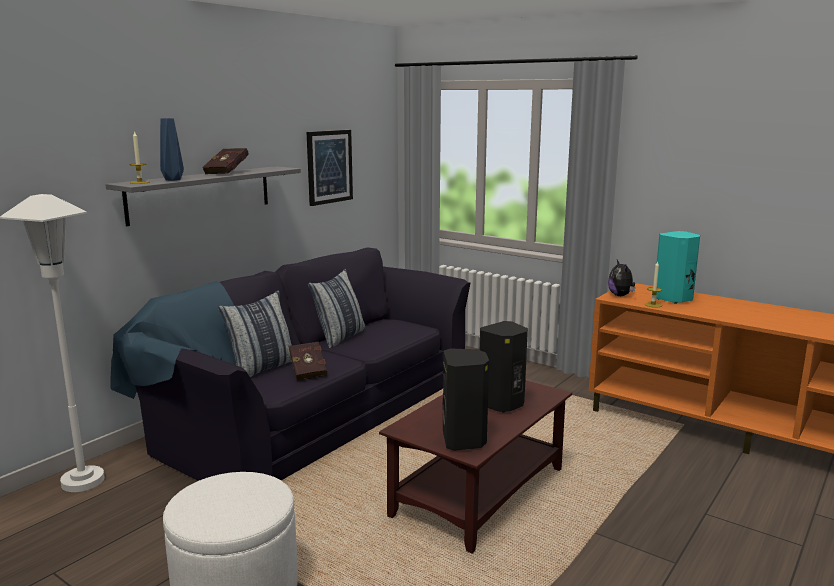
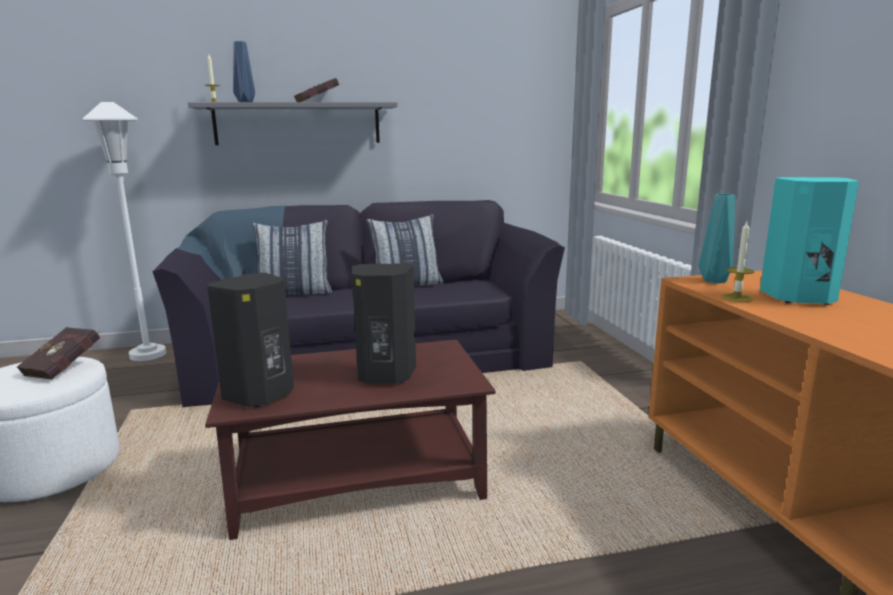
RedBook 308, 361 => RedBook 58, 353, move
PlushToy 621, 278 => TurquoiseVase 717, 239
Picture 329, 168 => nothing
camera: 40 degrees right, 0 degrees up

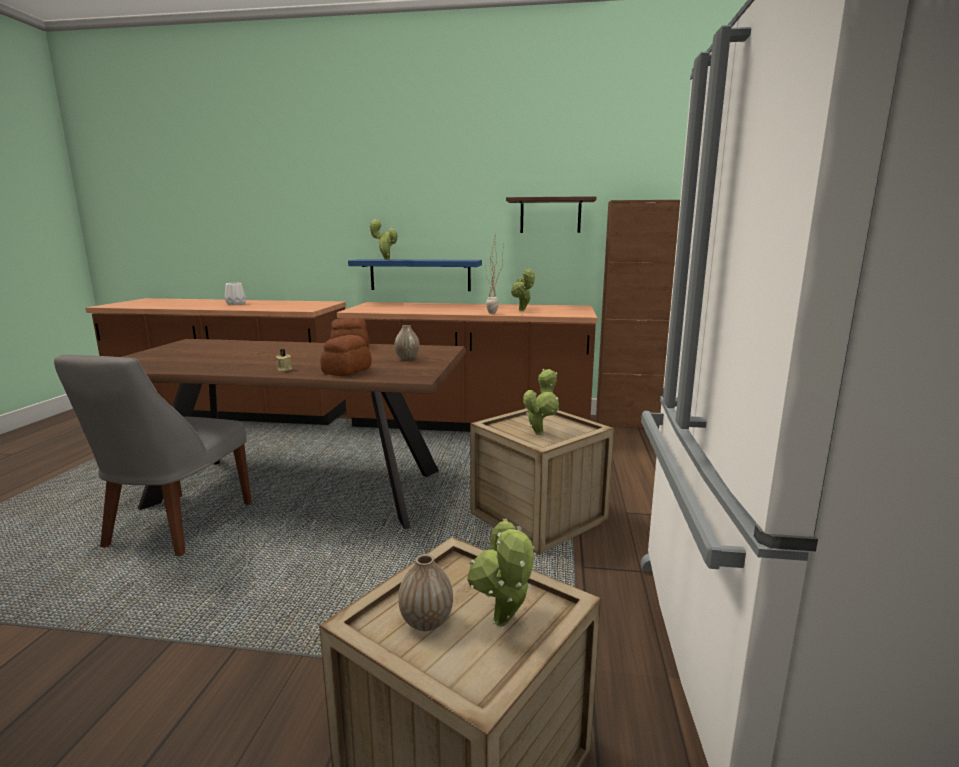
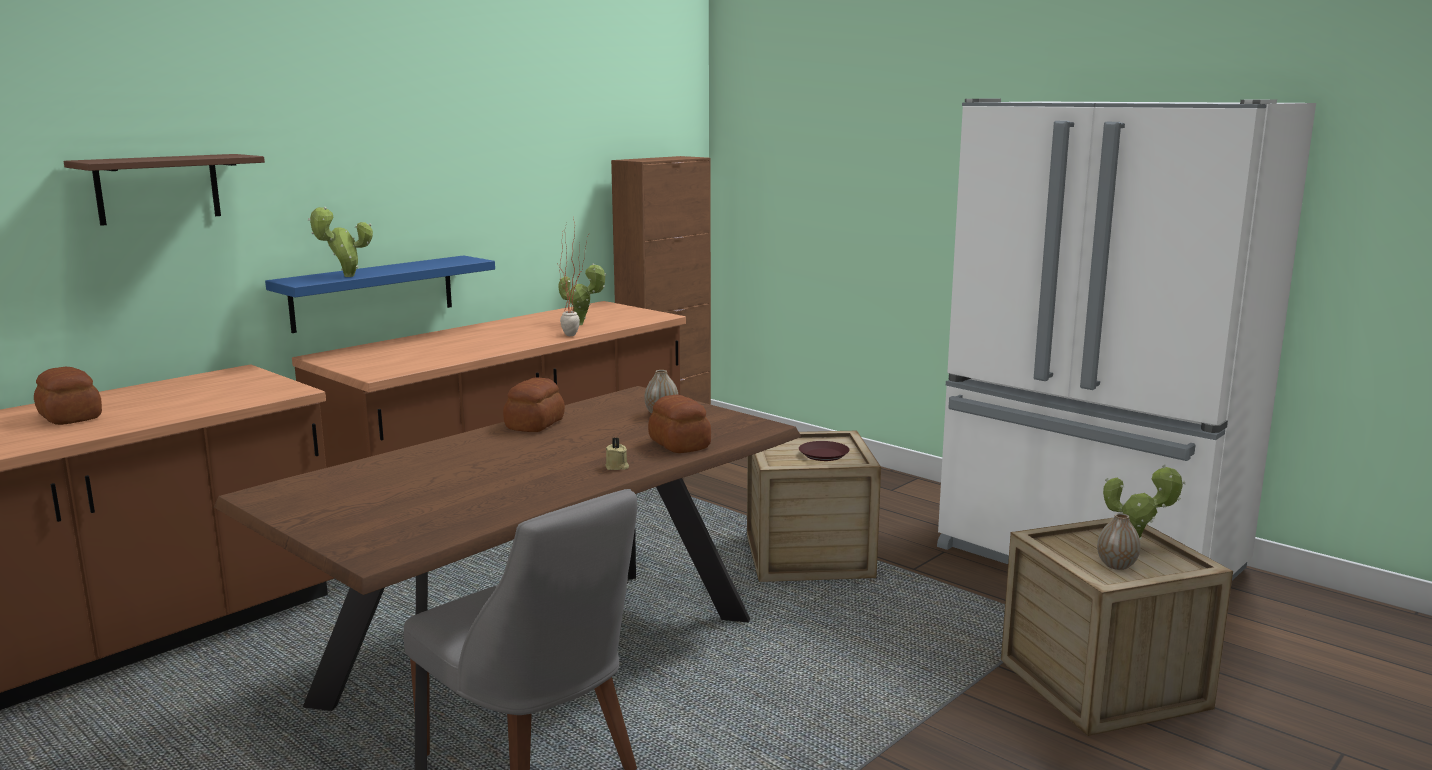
WhiteVase 235, 294 => Bread 68, 396
BrownShelf 551, 214 => BrownShelf 164, 190, move
PottedPlant 541, 402 => BrownPlate 824, 451
camera: 55 degrees left, 0 degrees up

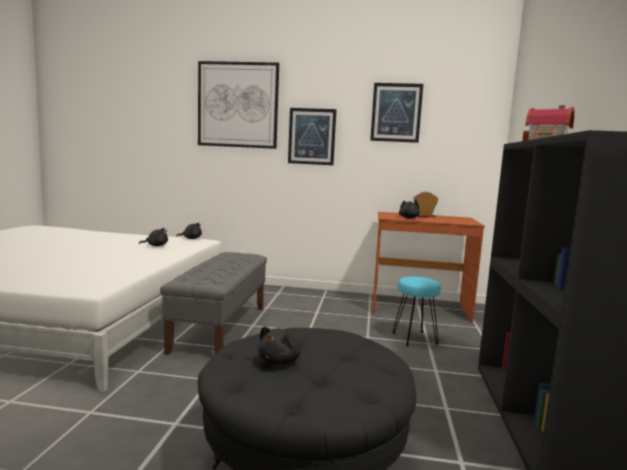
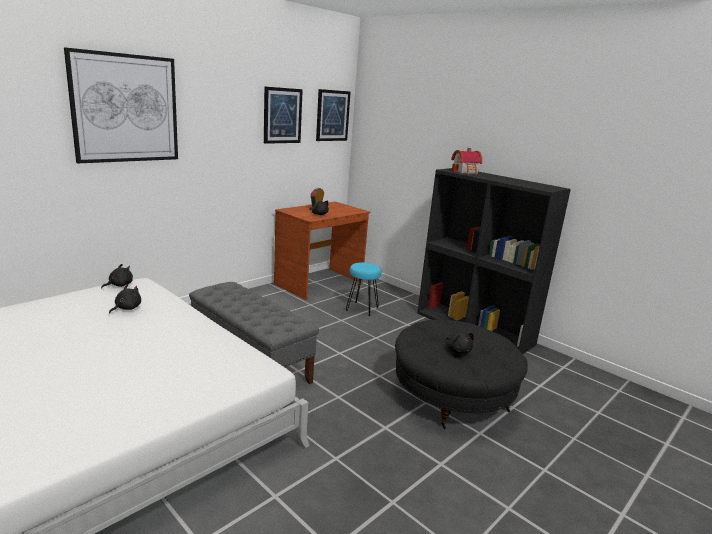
Picture 312, 136 => Picture 333, 115, move
camera: 55 degrees left, 10 degrees up

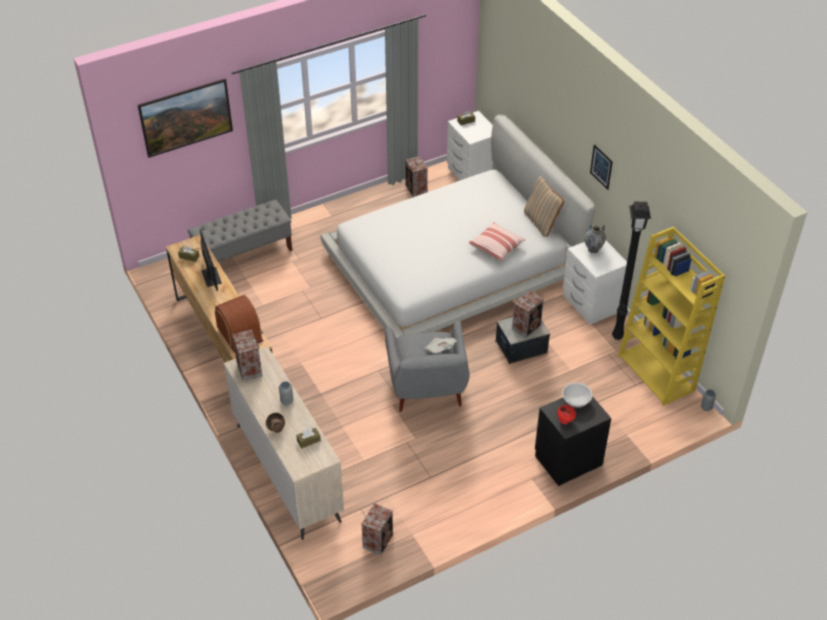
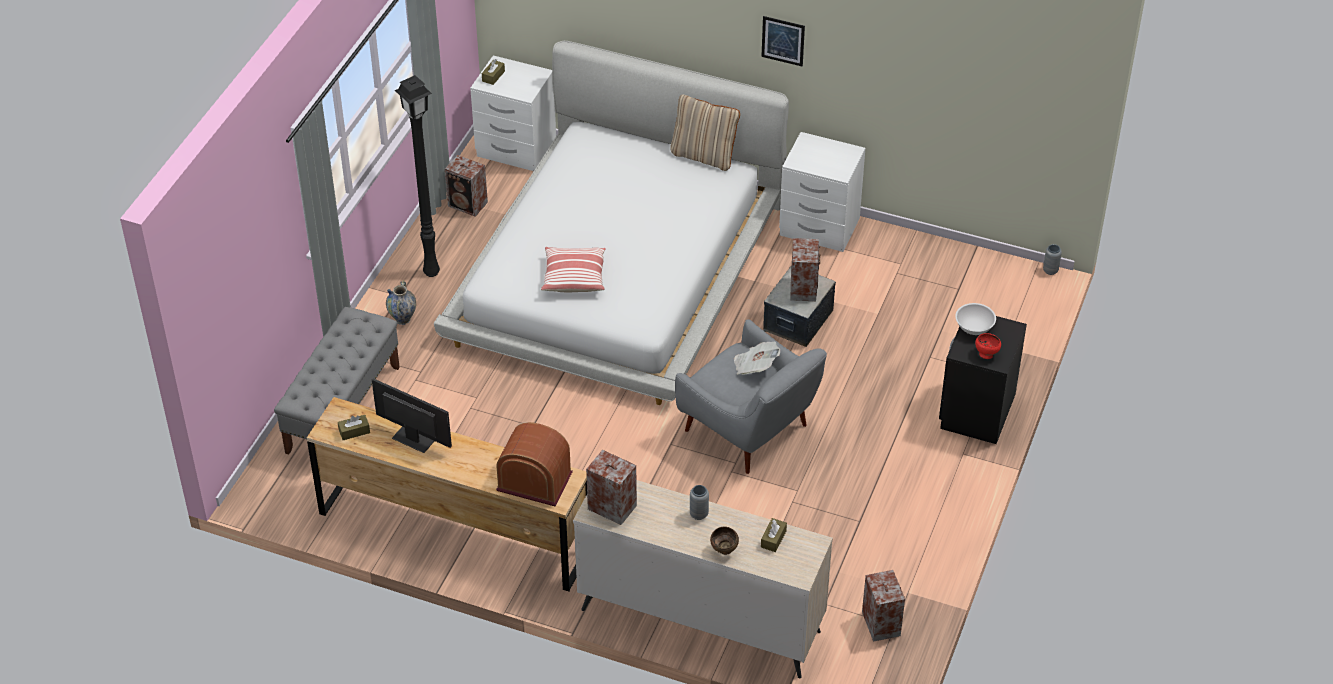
Vase 595, 238 => Vase 401, 302, move
BlackFloorLamp 631, 271 => BlackFloorLamp 417, 176, move
Pillow 497, 241 => Pillow 573, 269, move
Picture 185, 118 => nothing
YellowBookcase 671, 316 => nothing
camera: 40 degrees left, 0 degrees up

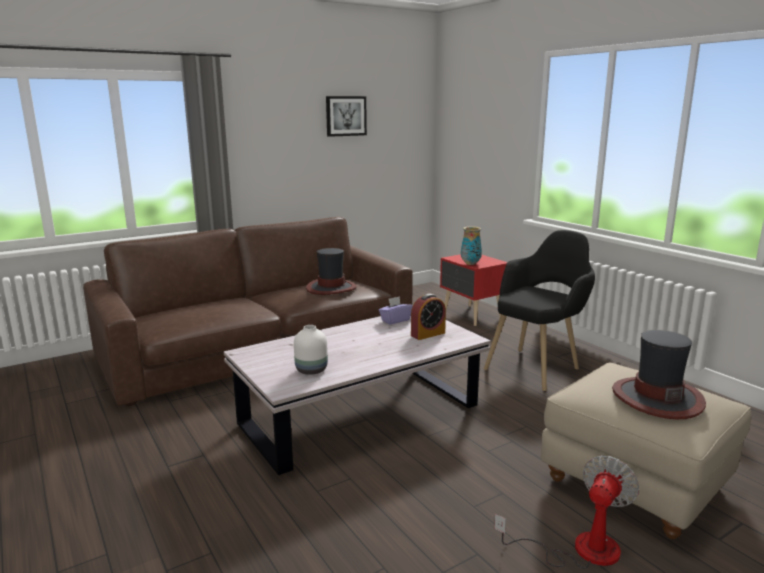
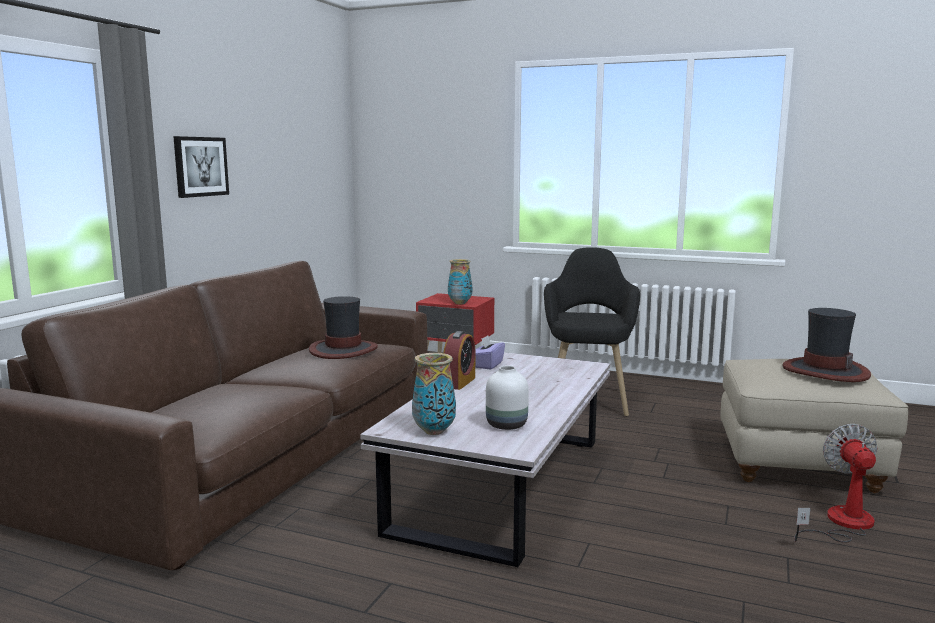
Picture 346, 116 => Picture 201, 167, move
nothing => Vase 434, 394
AlarmClock 428, 317 => AlarmClock 459, 360, move
camera: 35 degrees left, 5 degrees down

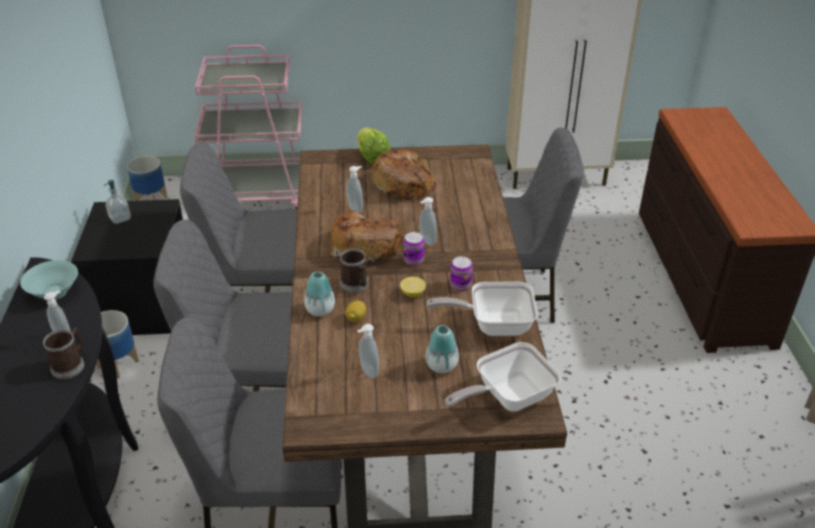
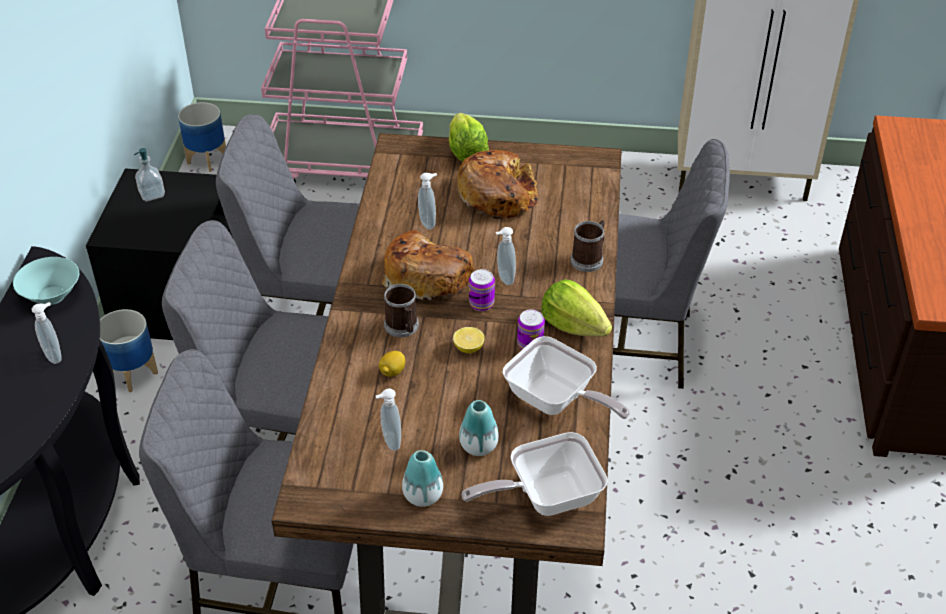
Vase 319, 294 => Vase 422, 478, move
FryingPan 482, 309 => FryingPan 566, 377, 150 degrees counterclockwise
nothing => Lettuce 576, 308
Mug 63, 353 => Mug 588, 246, move
camera: 10 degrees right, 5 degrees up

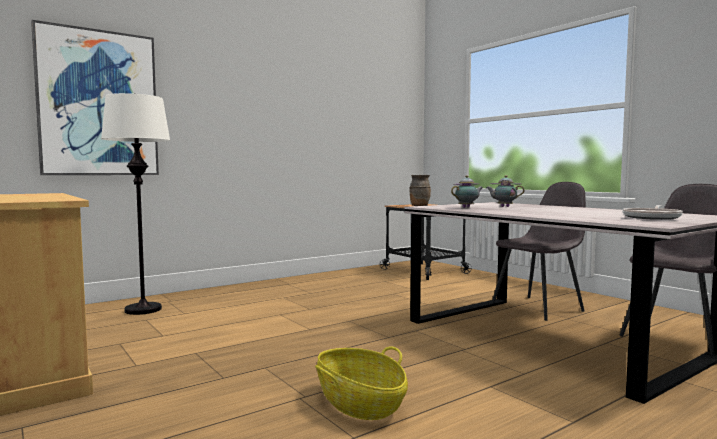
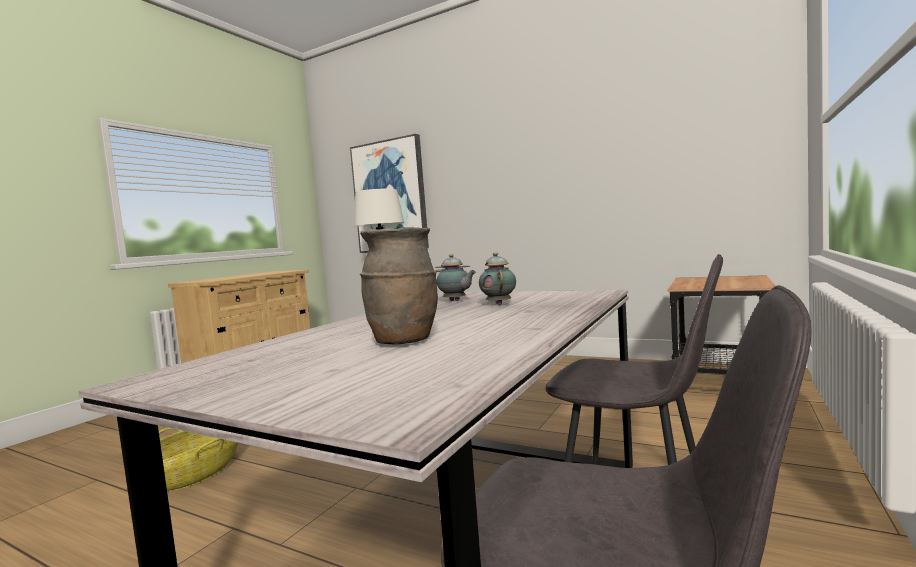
BrownVase 420, 190 => BrownVase 399, 285, move
FryingPan 652, 212 => nothing
camera: 65 degrees right, 0 degrees up

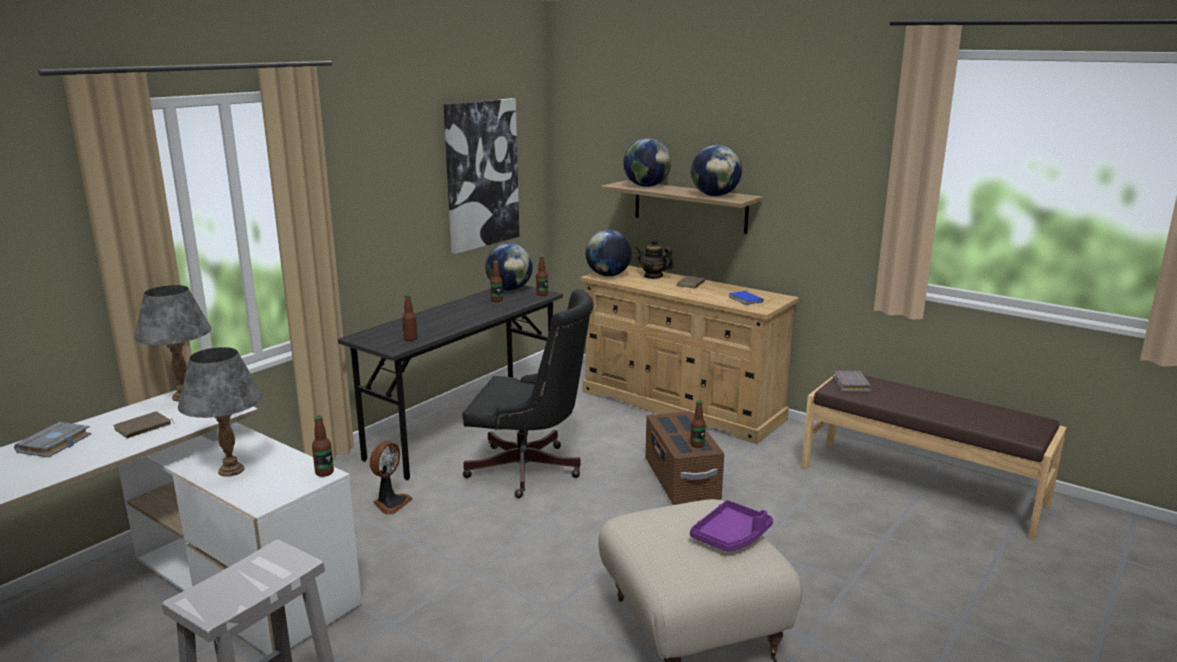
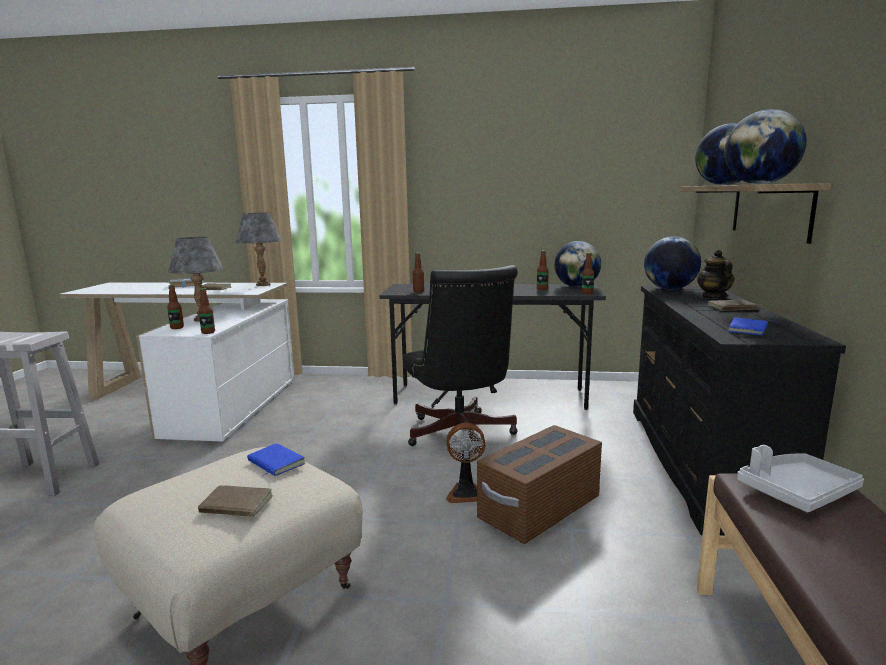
Bottle 698, 424 => Bottle 175, 307, move
PurpleTray 731, 526 => BrownBook 235, 502
nothing => BlueBook 276, 459
Fan 391, 478 => Fan 465, 463, move
BeigeDresser 690, 354 => BlackDresser 739, 411
GreyBook 852, 381 => GreyTray 800, 478
Picture 481, 176 => nothing
camera: 60 degrees right, 5 degrees down

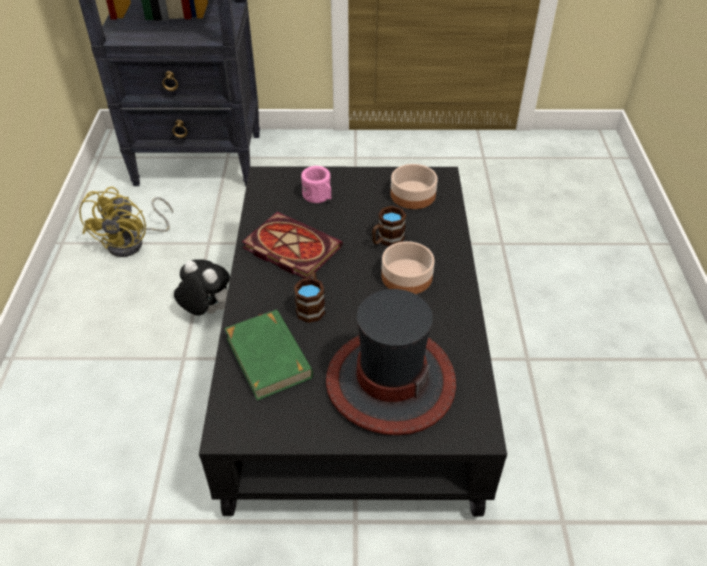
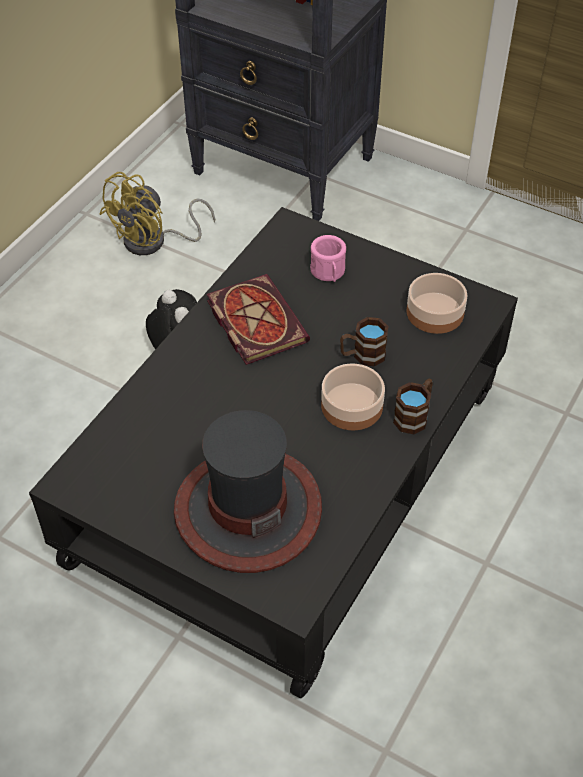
BrownMug 309, 297 => BrownMug 413, 406, move
GreenBook 268, 355 => nothing
camera: 30 degrees right, 5 degrees up

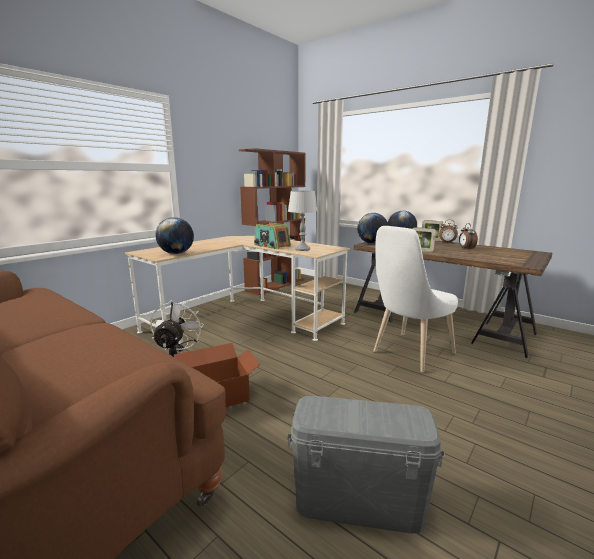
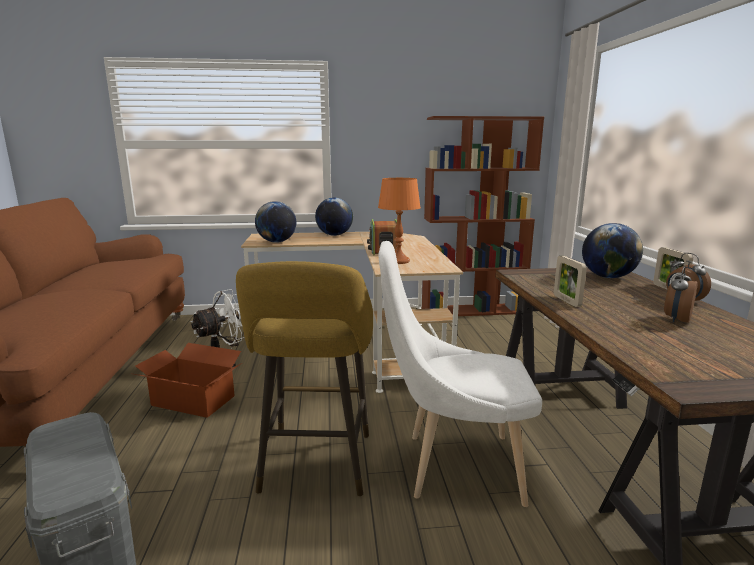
nothing => YellowStool 304, 378
Globe 373, 228 => Globe 334, 216, move
GreyTableLamp 303, 221 => OrangeTableLamp 399, 221
camera: 45 degrees right, 0 degrees up

